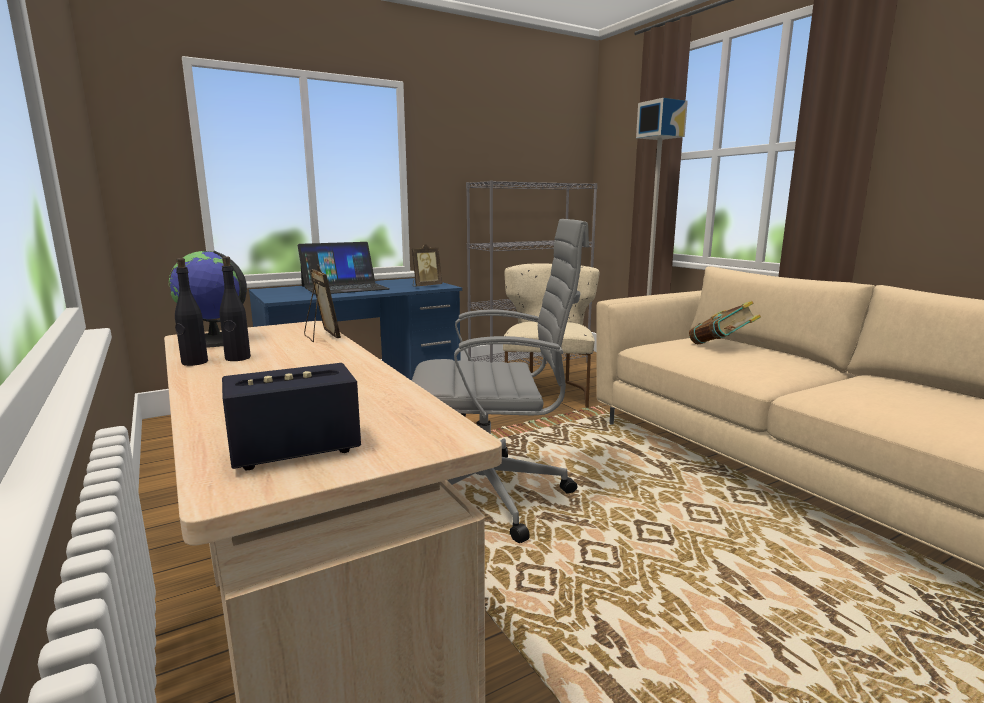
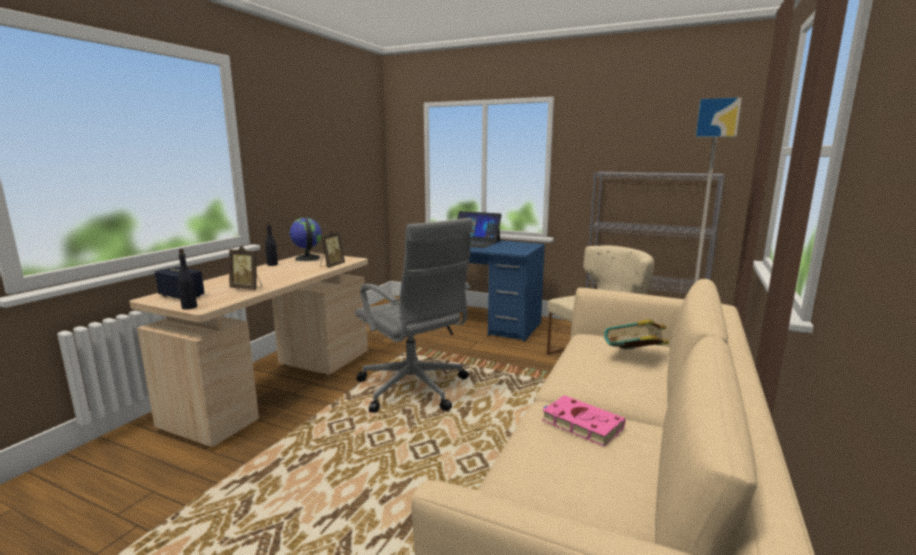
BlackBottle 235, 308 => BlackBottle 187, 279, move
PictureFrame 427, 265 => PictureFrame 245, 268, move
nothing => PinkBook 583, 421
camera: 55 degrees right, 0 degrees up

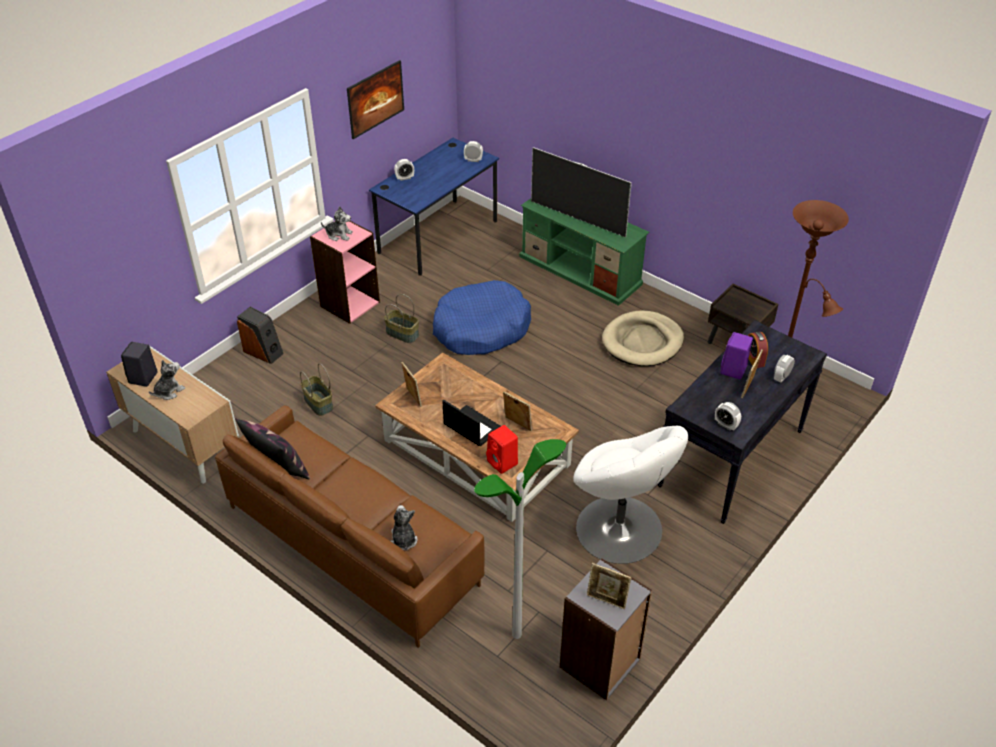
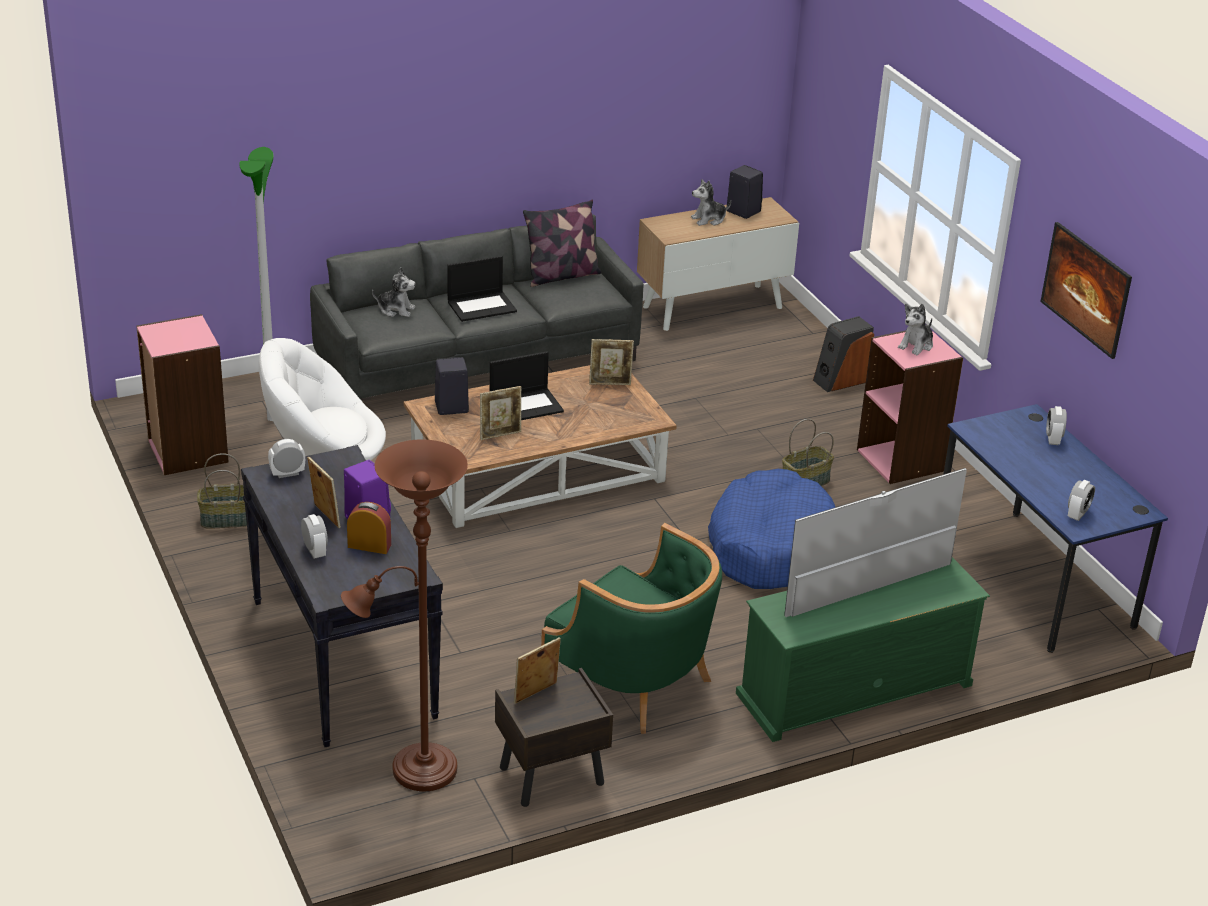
GreyBookcase 606, 629 => PinkBookcase 182, 394
Basket 316, 389 => Basket 222, 491, move
BrownSofa 350, 527 => GreySofa 477, 307
RedSpeaker 502, 449 => BlackSpeaker 452, 386
nothing => Laptop 482, 289
PictureFrame 609, 586 => PictureFrame 537, 670, move
BeigeDogBed 643, 338 => GreenArmchair 631, 628
PlushToy 167, 380 => PlushToy 711, 202, 90 degrees clockwise
camera: 115 degrees right, 10 degrees down

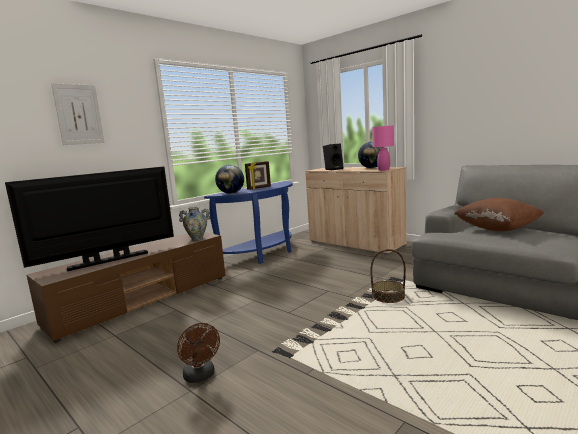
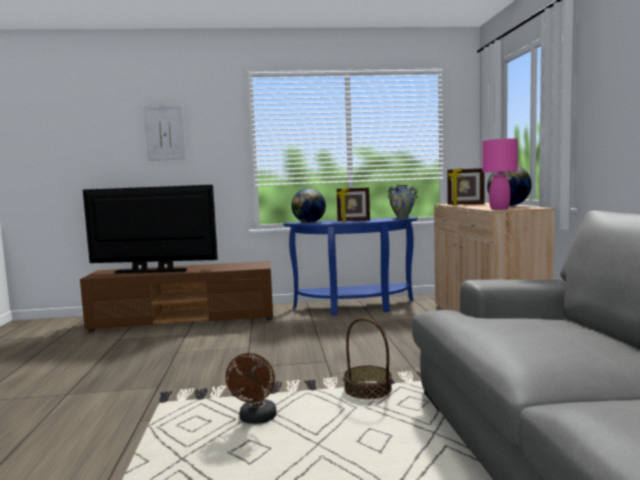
BrownFan 198, 353 => BrownFan 251, 388, move
Vase 194, 224 => Vase 403, 201, move
BlackSpeaker 333, 157 => PictureFrame 465, 186
BrownPillow 499, 214 => nothing
camera: 40 degrees right, 5 degrees down

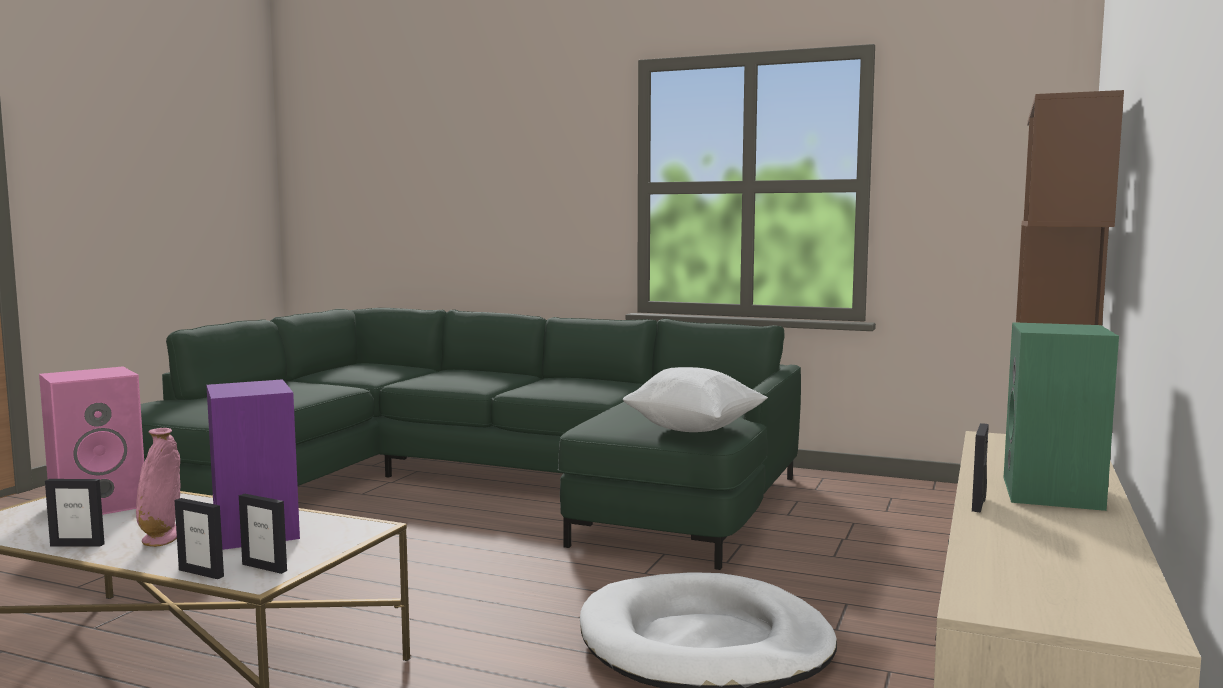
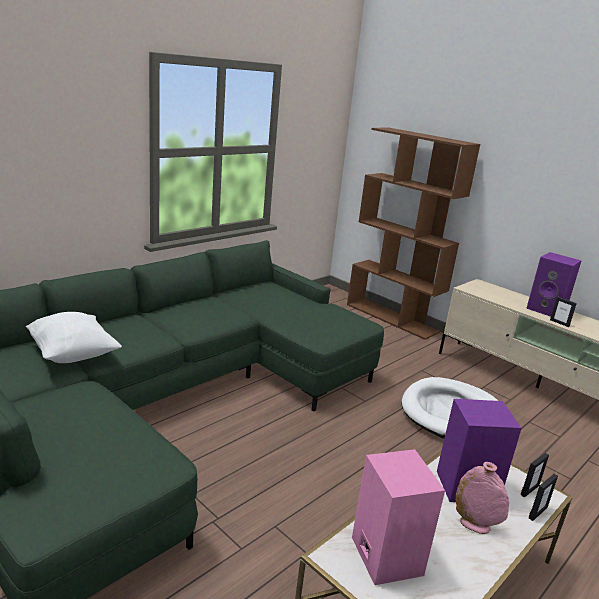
WhitePillow 695, 399 => WhitePillow 74, 337, move
GreenSpeaker 1061, 416 => PurpleSpeaker 553, 284
PictureFrame 75, 513 => nothing
camera: 70 degrees left, 15 degrees up

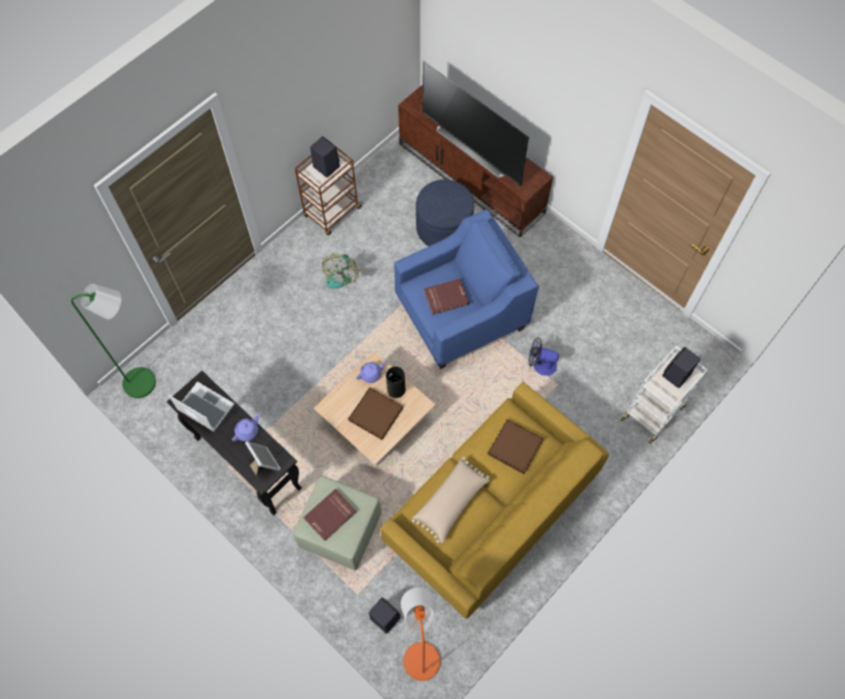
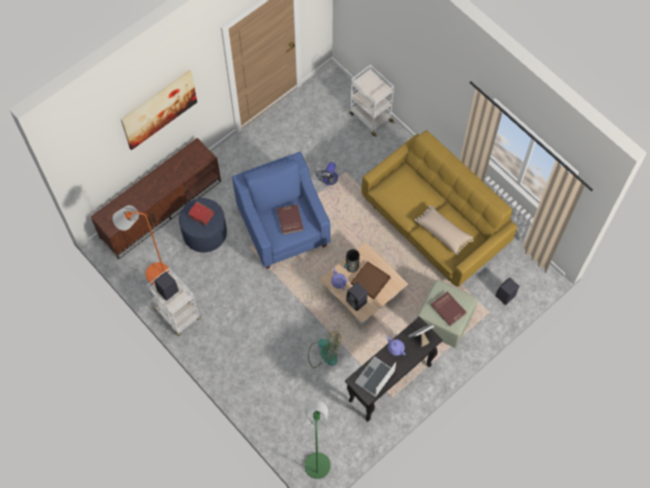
OrangeFloorLamp 421, 634 => OrangeFloorLamp 141, 244, move
nothing => Picture 159, 110
BrownCart 328, 191 => WhiteCart 174, 302
nothing => RedBook 201, 214
Fan 340, 271 => Fan 324, 349, move
BlackSpeaker 681, 367 => BlackSpeaker 357, 296, move
Television 476, 123 => nothing
BrownTray 516, 446 => nothing
camera: 85 degrees left, 0 degrees up

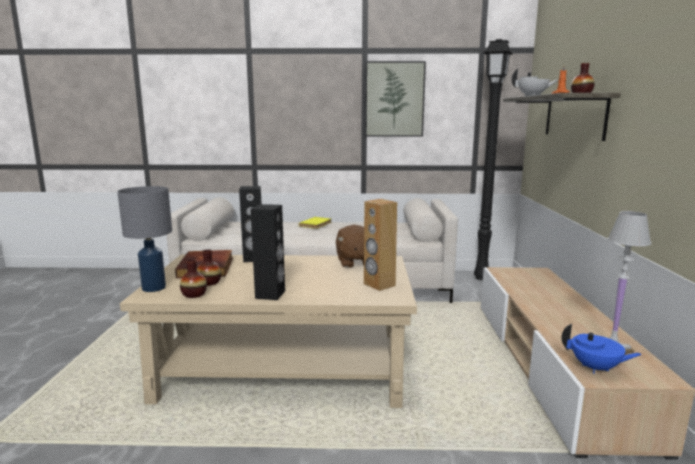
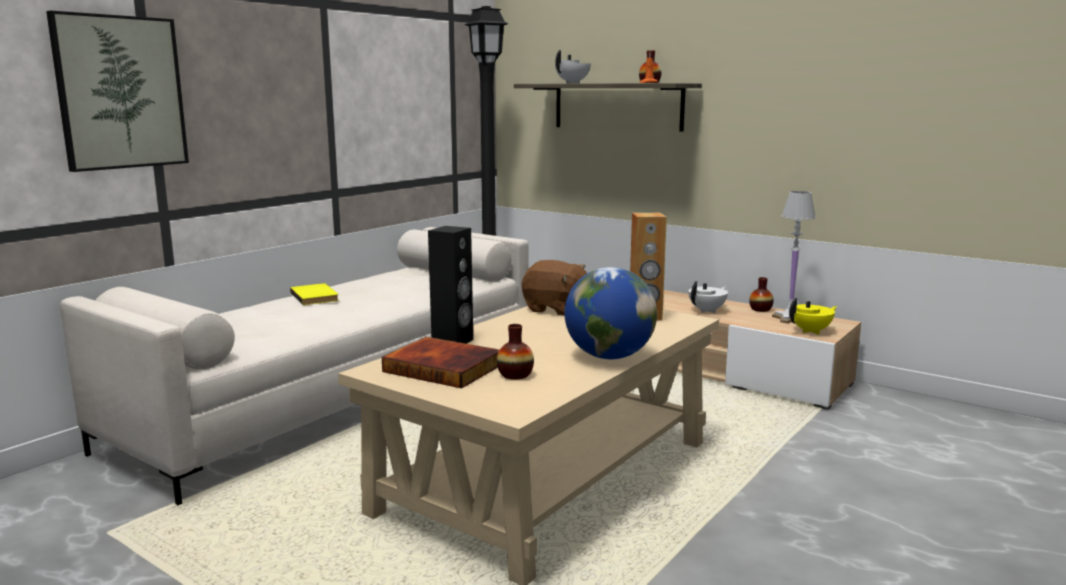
Picture 395, 99 => Picture 117, 91, move
BlackSpeaker 267, 252 => Globe 610, 313
nothing => WhiteTeapot 708, 297
Vase 193, 278 => Vase 761, 294, move
BlueTeapot 602, 349 => YellowTeapot 813, 316
GreyTableLamp 144, 239 => nothing
camera: 55 degrees left, 0 degrees up

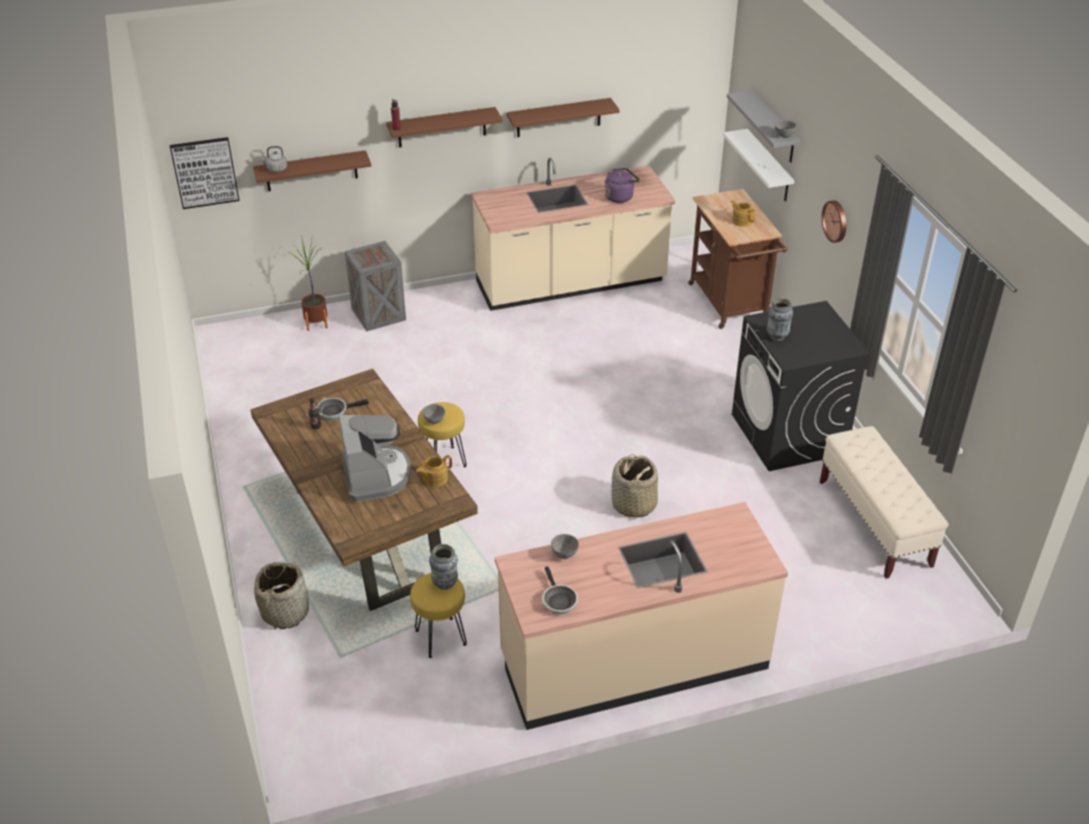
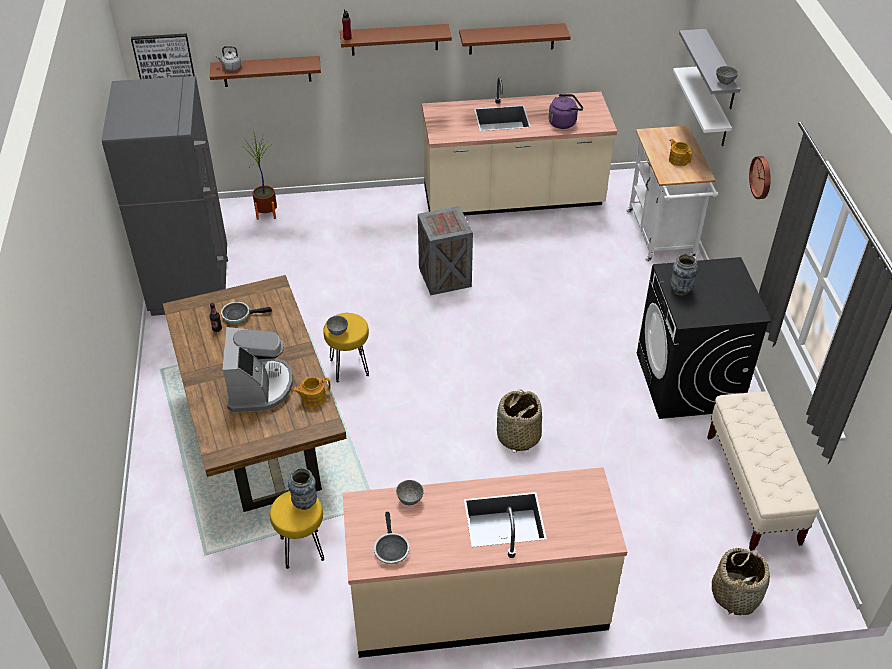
nothing => GreyFridge 165, 196
Crate 375, 286 => Crate 445, 250, move
BrownCart 737, 259 => WhiteCart 672, 194
Basket 281, 595 => Basket 741, 581, move
camera: 10 degrees right, 5 degrees up

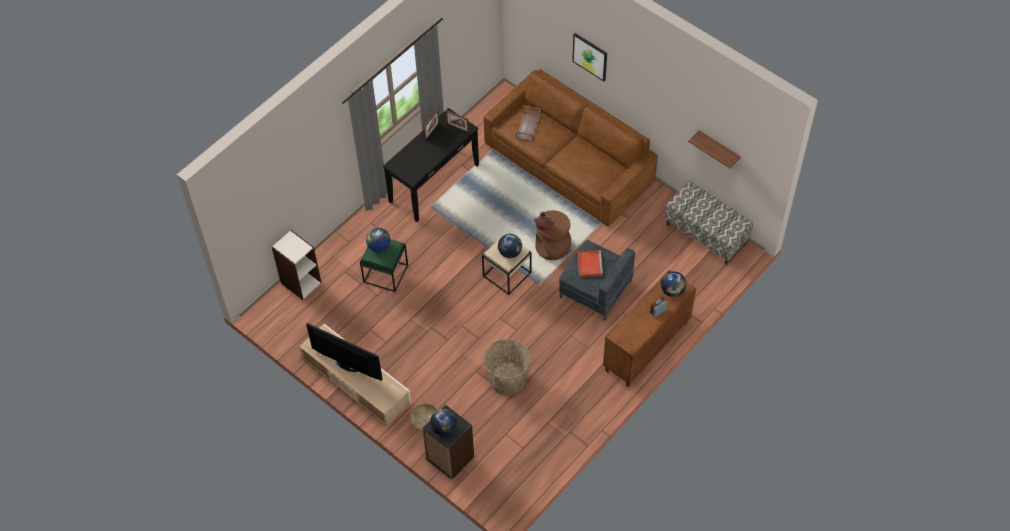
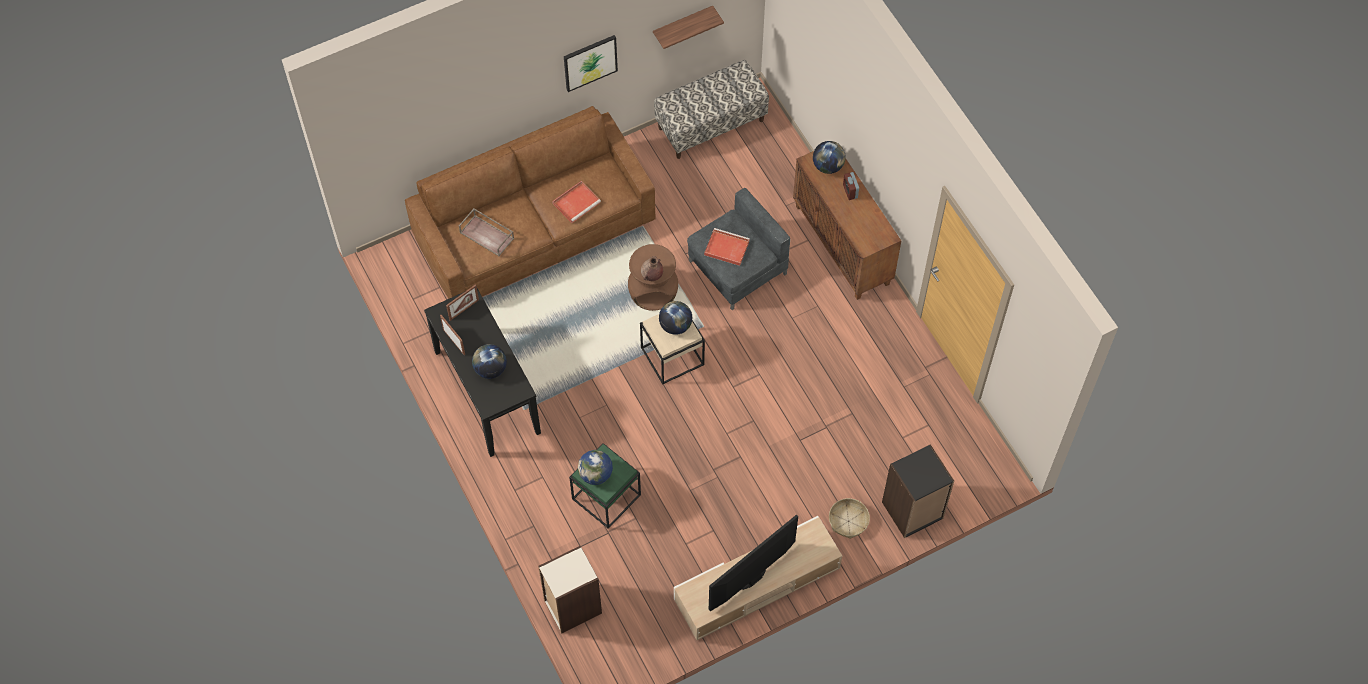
Globe 443, 422 => Globe 489, 361, move
nothing => RedTray 576, 202
Picture 589, 57 => Picture 591, 63, move
Basket 507, 367 => nothing
camera: 70 degrees left, 5 degrees up

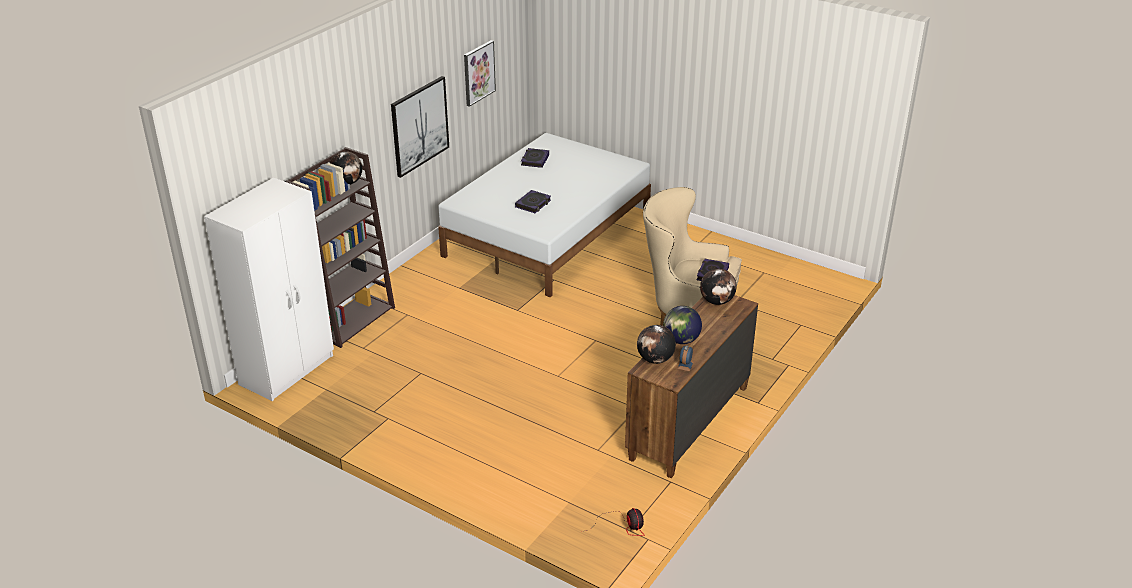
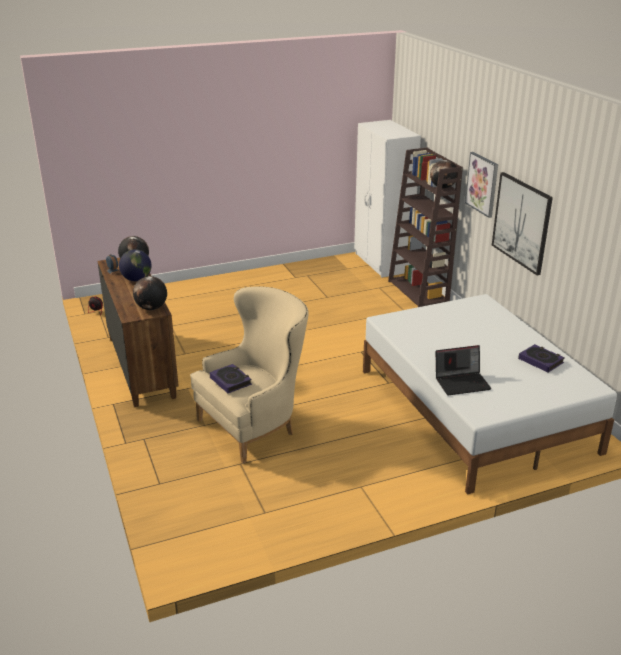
nothing => Laptop 463, 370
Picture 480, 73 => Picture 481, 185, move
Book 533, 201 => nothing
camera: 125 degrees right, 5 degrees down

